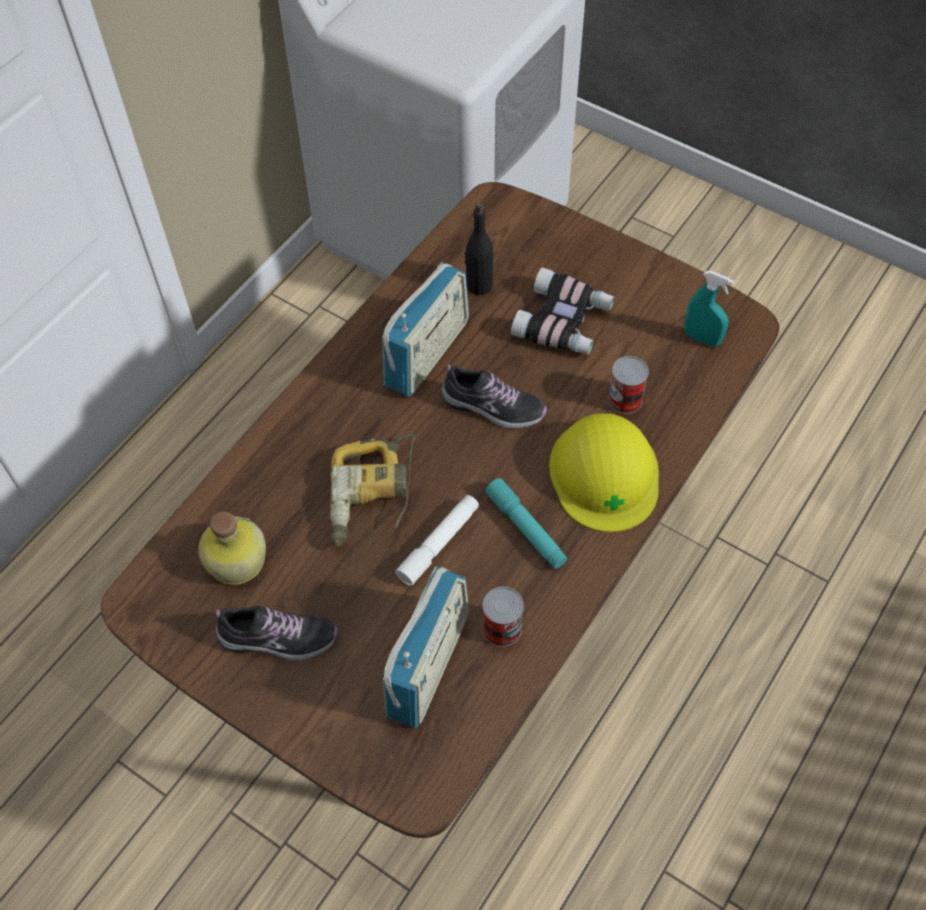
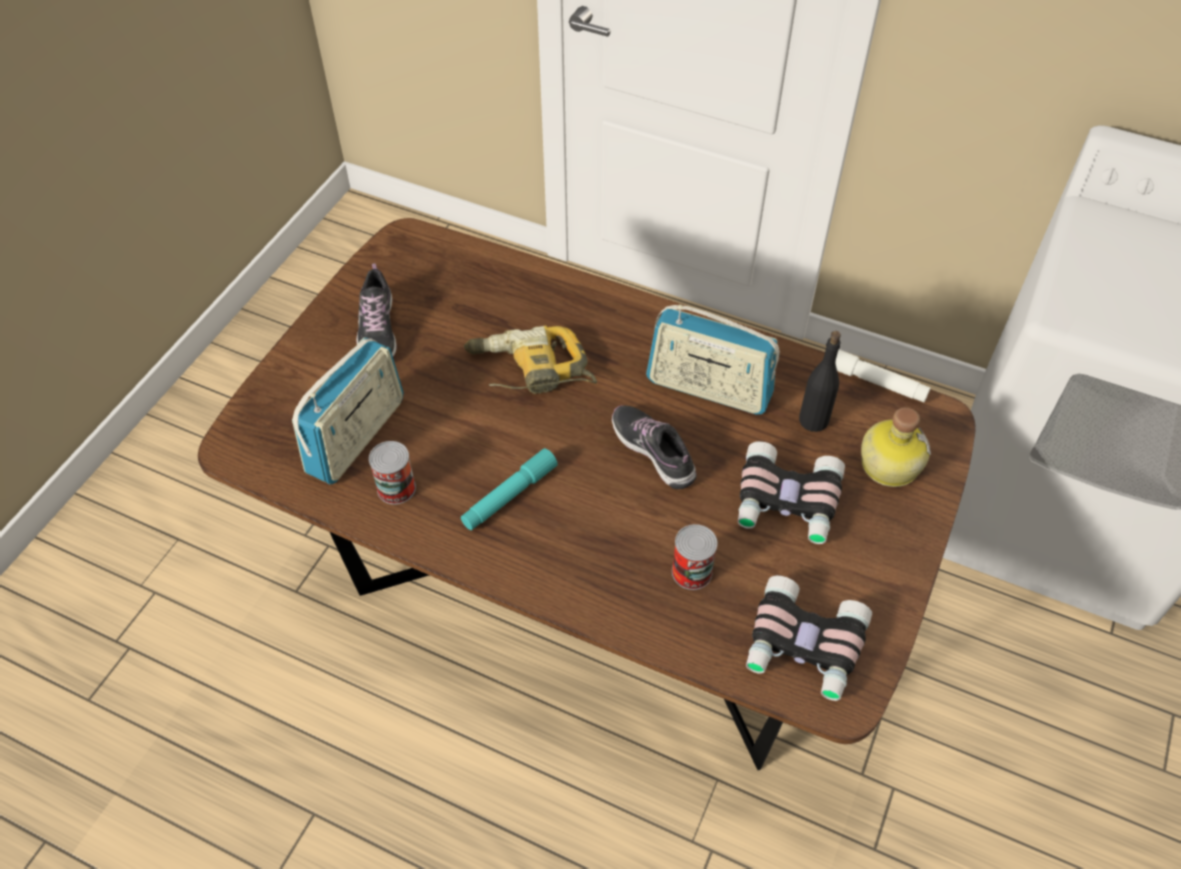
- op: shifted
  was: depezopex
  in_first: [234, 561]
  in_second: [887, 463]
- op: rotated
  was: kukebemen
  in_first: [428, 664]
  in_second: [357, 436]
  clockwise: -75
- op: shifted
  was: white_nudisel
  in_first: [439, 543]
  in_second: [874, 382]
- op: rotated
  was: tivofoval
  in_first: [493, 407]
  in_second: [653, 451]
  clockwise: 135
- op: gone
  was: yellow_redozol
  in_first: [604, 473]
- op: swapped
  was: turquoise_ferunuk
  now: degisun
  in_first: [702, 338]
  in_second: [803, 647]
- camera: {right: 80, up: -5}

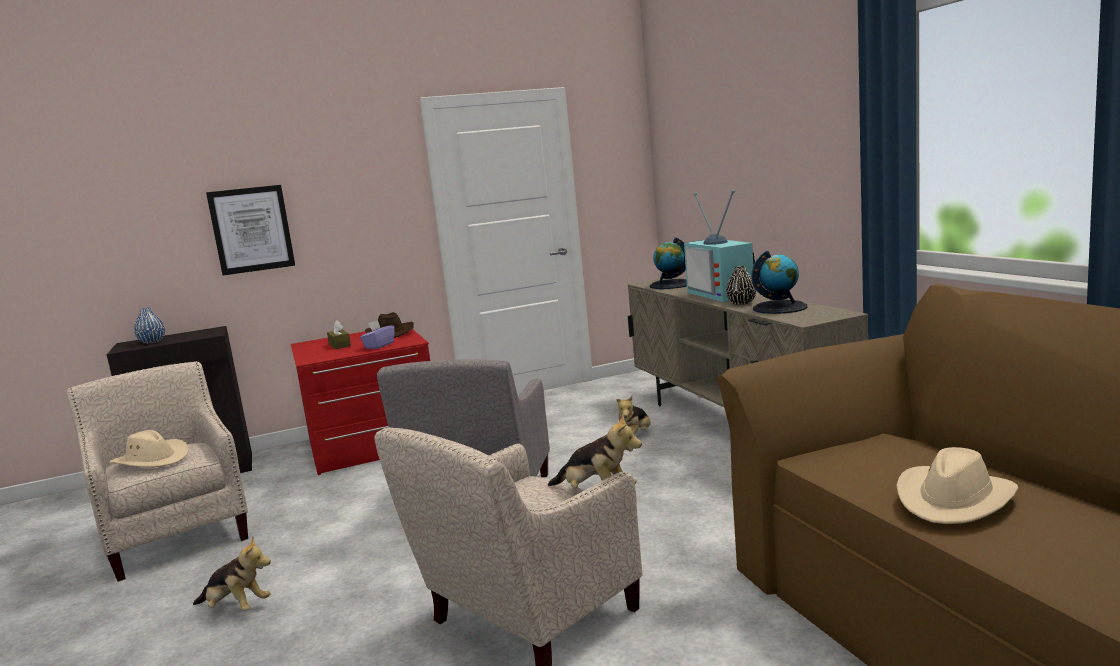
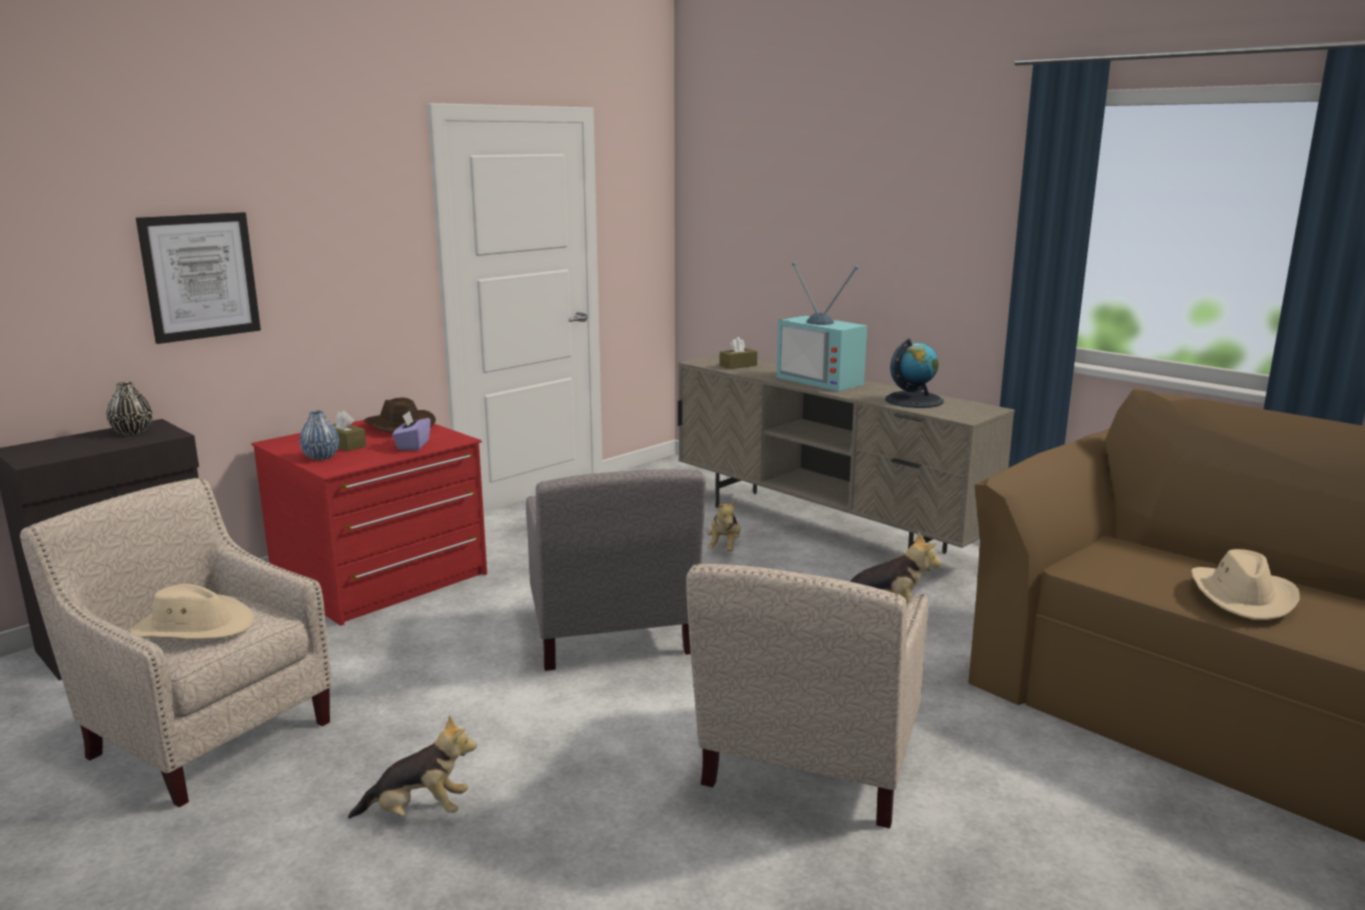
- op: shifted
  was: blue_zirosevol
  in_first: [152, 342]
  in_second: [321, 457]
- op: swapped
  was: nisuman
  now: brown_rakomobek
  in_first: [670, 285]
  in_second: [738, 365]
- op: shifted
  was: black_zirosevol
  in_first: [741, 303]
  in_second: [132, 432]
- camera: {right: -25, up: 5}

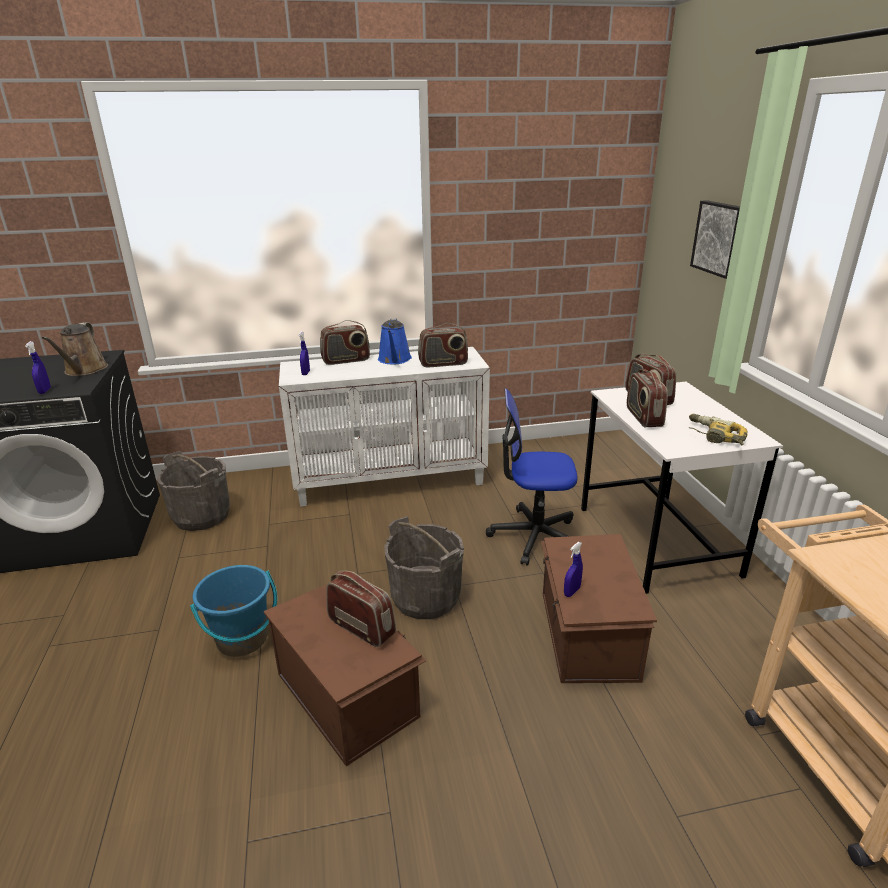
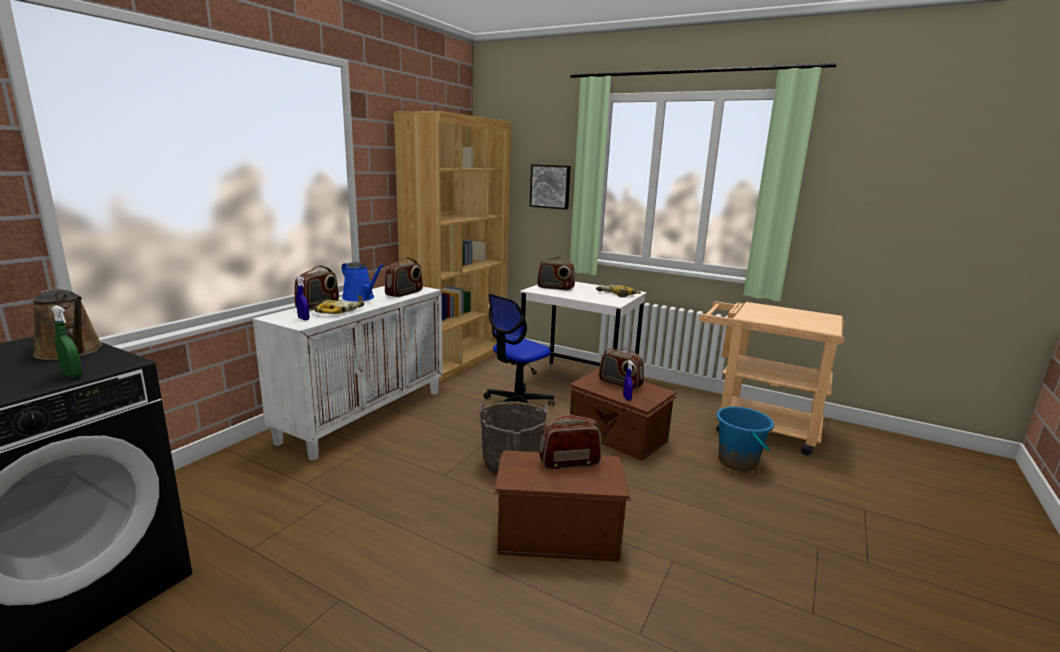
- op: repainted
  was: blue_ferunuk
  now: green_ferunuk
  in_first: [45, 391]
  in_second: [72, 375]
- op: gone
  was: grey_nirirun
  in_first: [202, 516]
- op: shifted
  was: blue_nirirun
  in_first: [242, 639]
  in_second: [738, 462]
- op: shifted
  was: kukebemen
  in_first: [643, 417]
  in_second: [620, 383]
- op: new
  now: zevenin
  in_second: [337, 311]
- op: new
  now: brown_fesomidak
  in_second: [457, 359]
- camera: {right: -50, up: -10}

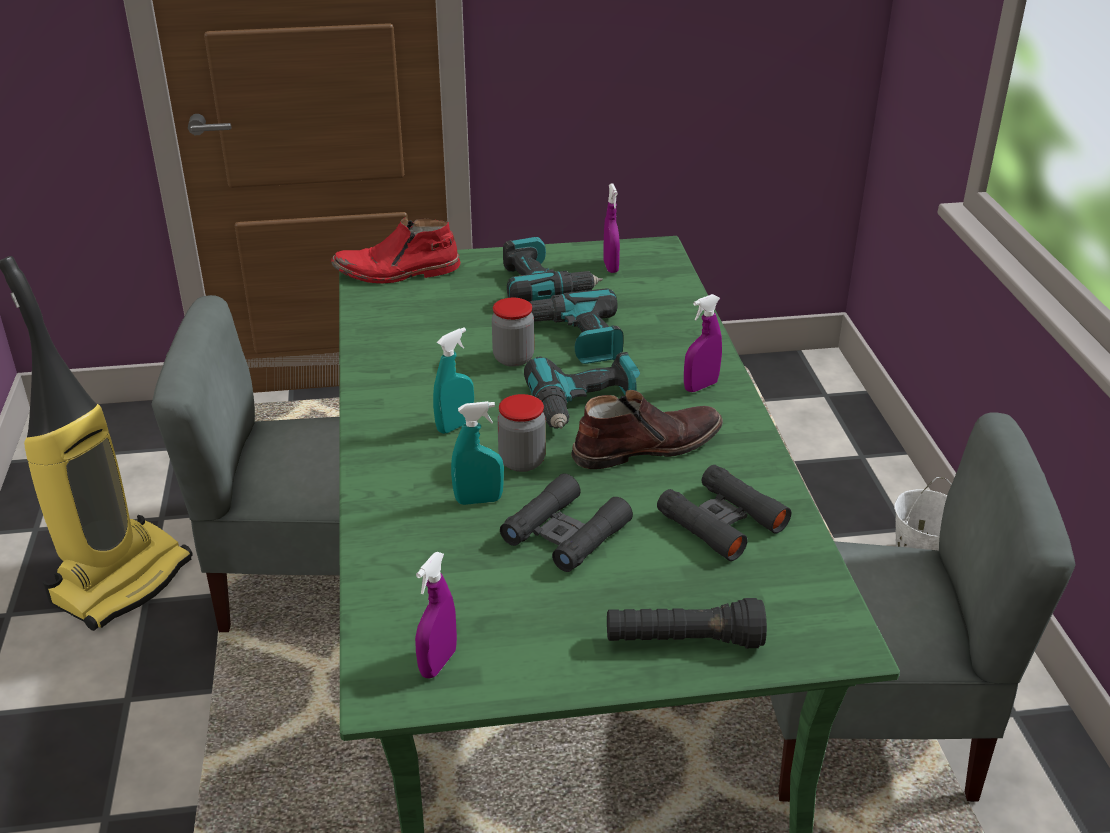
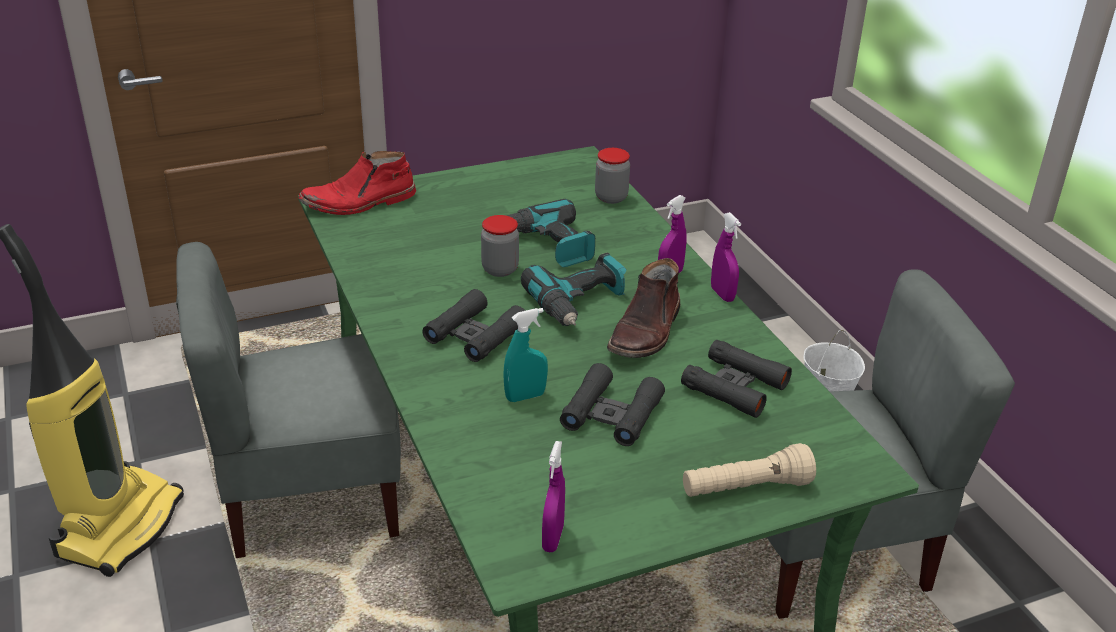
- op: swapped
  was: turquoise_ferunuk
  now: black_degisun
  in_first: [455, 426]
  in_second: [475, 334]
- op: shifted
  was: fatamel
  in_first: [522, 461]
  in_second: [611, 197]
- op: gone
  was: zevenin
  in_first: [544, 285]
- op: rotated
  was: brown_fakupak
  in_first: [646, 446]
  in_second: [646, 332]
  clockwise: 150
- op: shifted
  was: purple_ferunuk
  in_first: [610, 267]
  in_second: [722, 294]
- op: repainted
  was: black_nudisel
  now: beige_nudisel
  in_first: [683, 642]
  in_second: [745, 489]
- camera: {right: -15, up: 0}

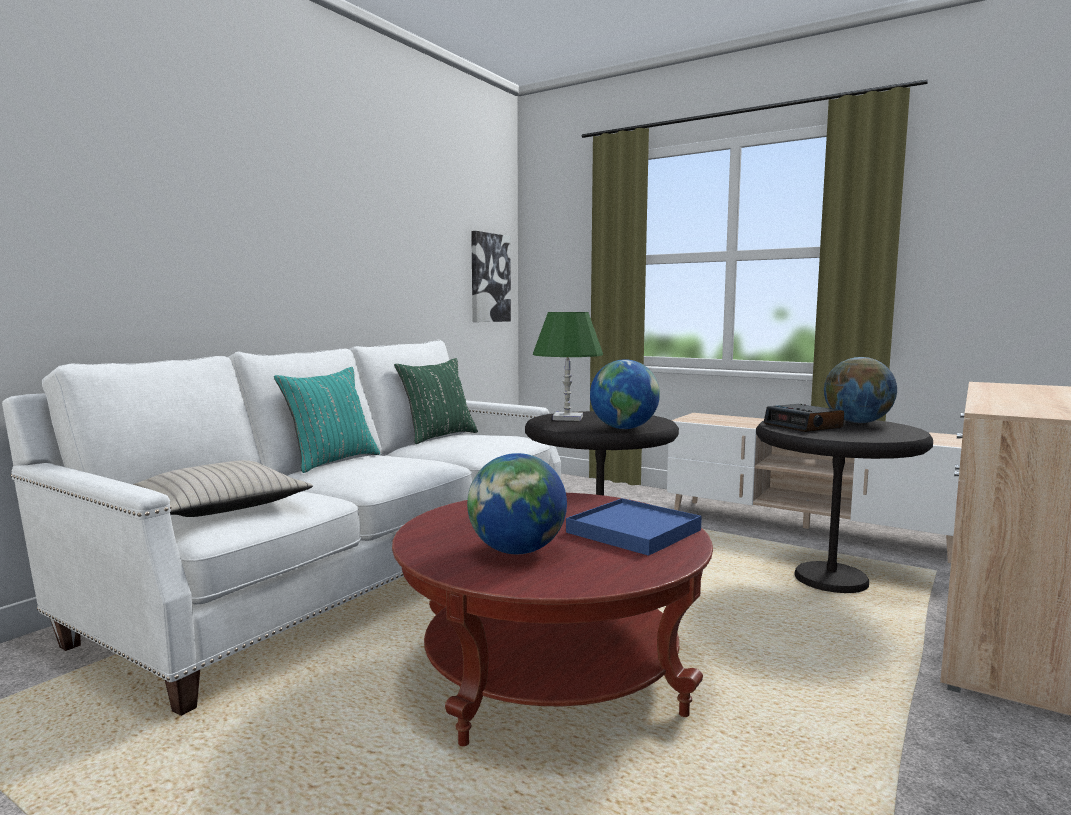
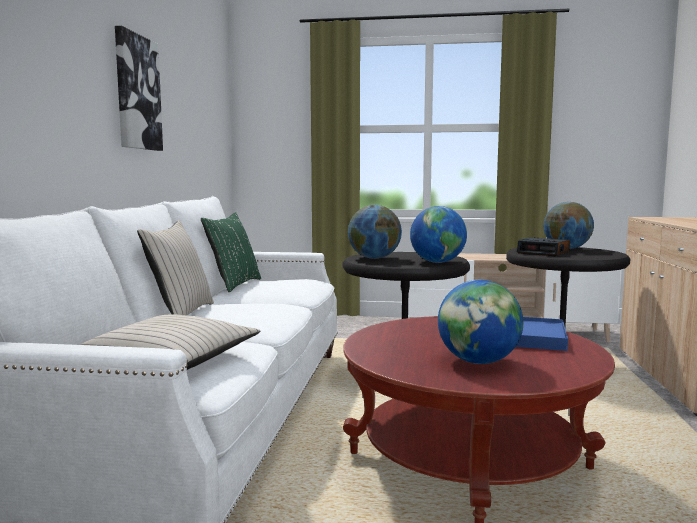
- op: repainted
  was: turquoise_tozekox
  now: beige_tozekox
  in_first: [331, 461]
  in_second: [180, 314]
- op: shifted
  was: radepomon
  in_first: [489, 278]
  in_second: [137, 93]
- op: swapped
  was: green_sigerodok
  now: nisuman
  in_first: [567, 418]
  in_second: [374, 258]
- camera: {right: -25, up: 0}

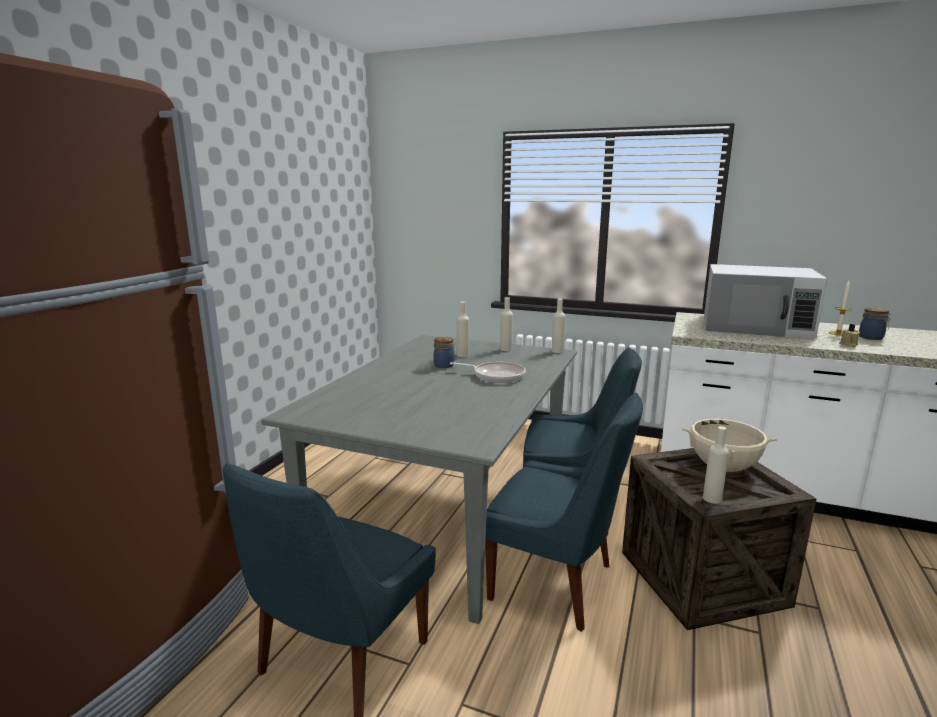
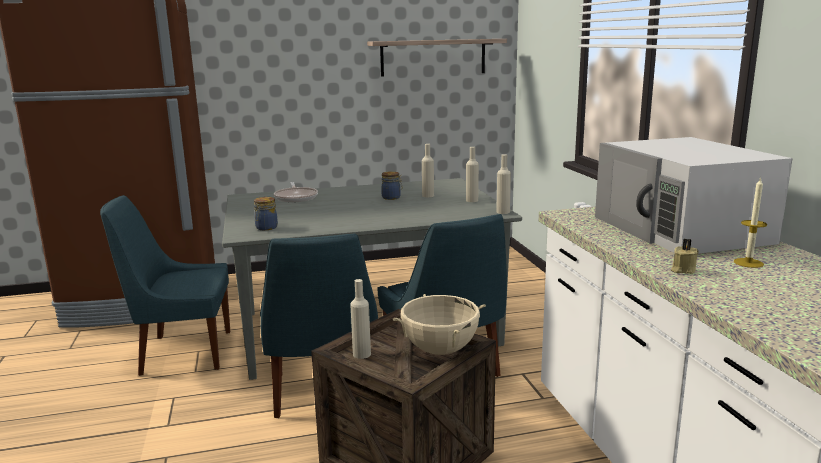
- op: shifted
  was: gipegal
  in_first: [496, 376]
  in_second: [296, 197]
- op: shifted
  was: fatamel
  in_first: [872, 338]
  in_second: [266, 228]
- op: new
  now: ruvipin
  in_second: [433, 57]
- camera: {right: 55, up: 0}

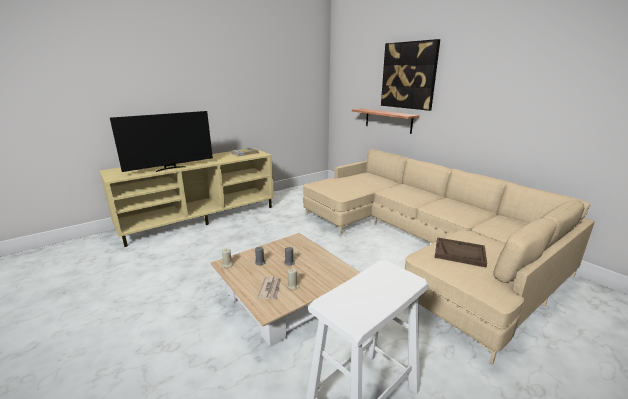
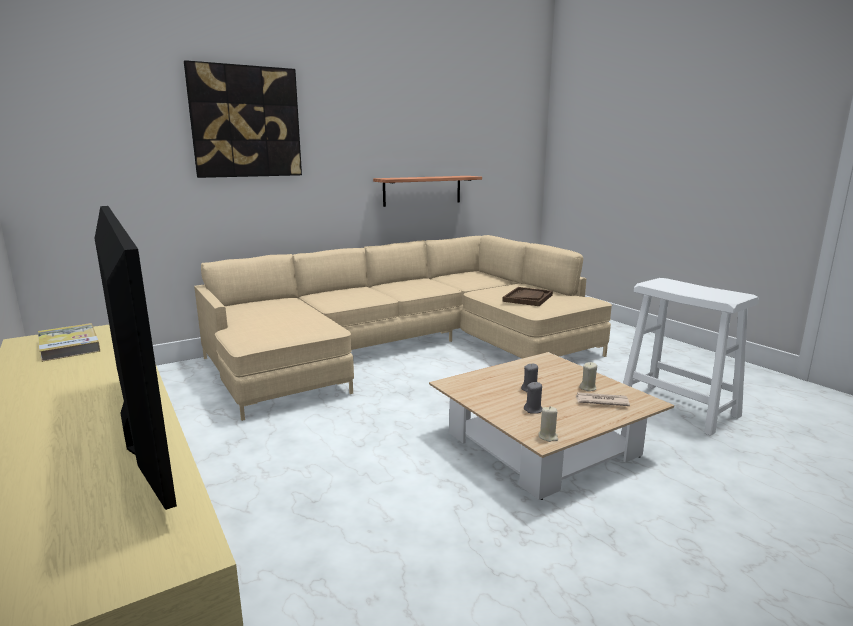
- op: shifted
  was: ruvipin
  in_first: [388, 120]
  in_second: [422, 190]
- camera: {right: -85, up: -5}

